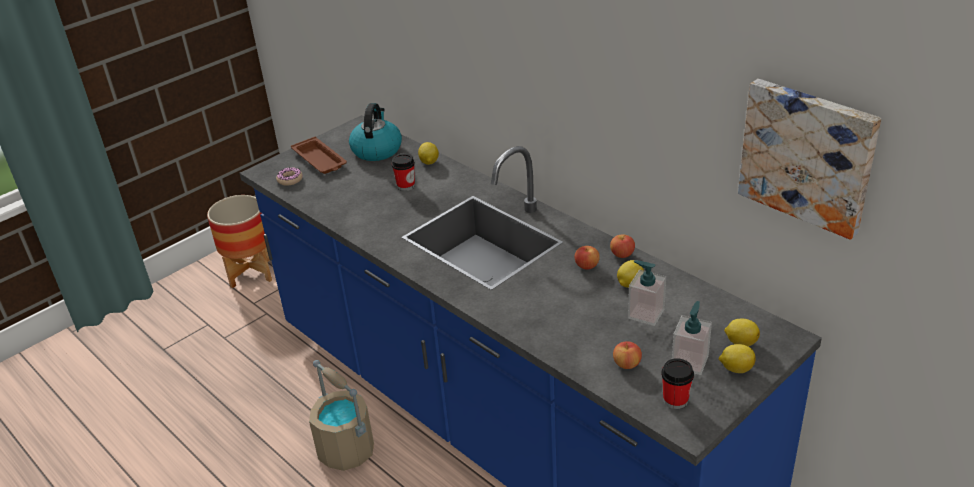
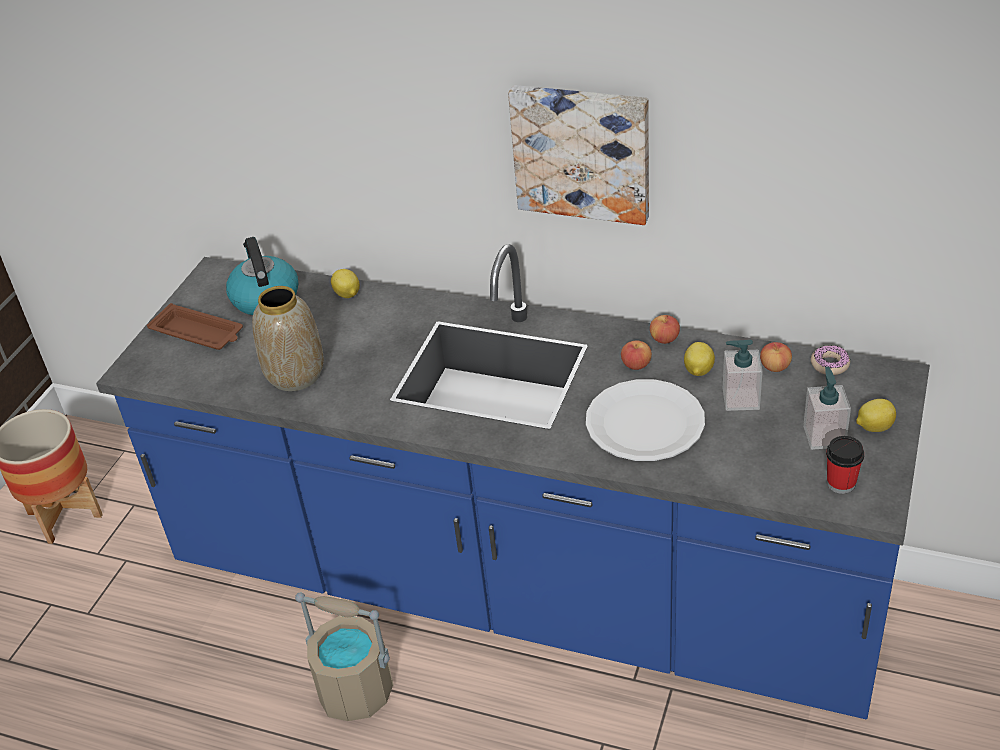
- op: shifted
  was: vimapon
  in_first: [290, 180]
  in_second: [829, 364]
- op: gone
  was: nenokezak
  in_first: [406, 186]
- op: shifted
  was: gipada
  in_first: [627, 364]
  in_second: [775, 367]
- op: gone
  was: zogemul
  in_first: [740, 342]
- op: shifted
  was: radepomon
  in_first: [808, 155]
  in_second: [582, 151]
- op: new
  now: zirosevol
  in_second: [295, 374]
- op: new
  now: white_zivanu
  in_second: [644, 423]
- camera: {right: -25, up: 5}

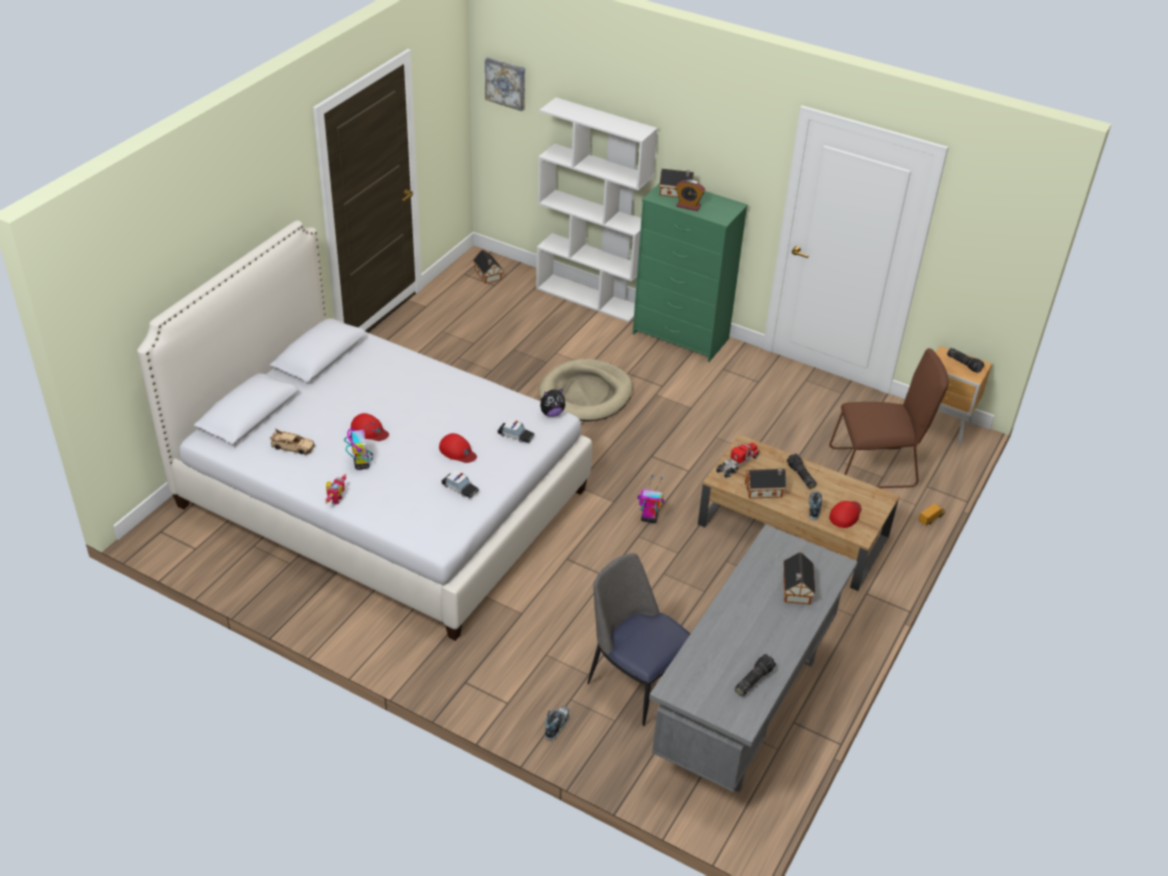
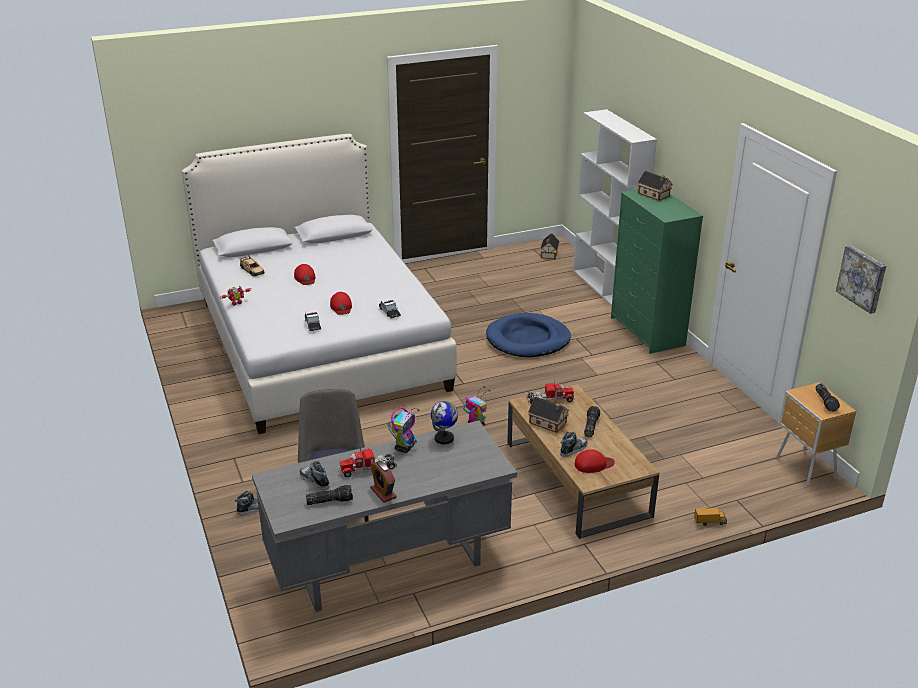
- op: shifted
  was: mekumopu
  in_first: [361, 464]
  in_second: [405, 447]
- op: shifted
  was: radepomon
  in_first: [506, 83]
  in_second: [862, 278]
- op: repainted
  was: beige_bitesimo
  now: blue_bitesimo
  in_first: [586, 394]
  in_second: [528, 339]
- op: gone
  was: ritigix
  in_first: [552, 413]
- op: shifted
  was: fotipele
  in_first: [688, 206]
  in_second: [383, 493]
- op: gone
  was: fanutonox
  in_first: [796, 590]
- op: gone
  was: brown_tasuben
  in_first: [876, 468]
- op: new
  now: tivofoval
  in_second: [314, 480]
- op: new
  now: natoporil
  in_second: [368, 468]
- op: new
  now: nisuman
  in_second: [444, 438]
- camera: {right: 40, up: -10}

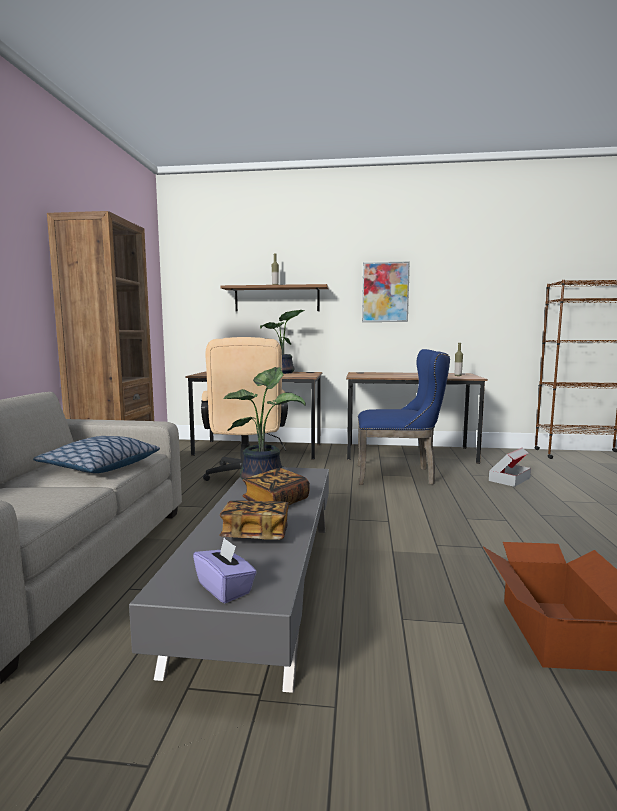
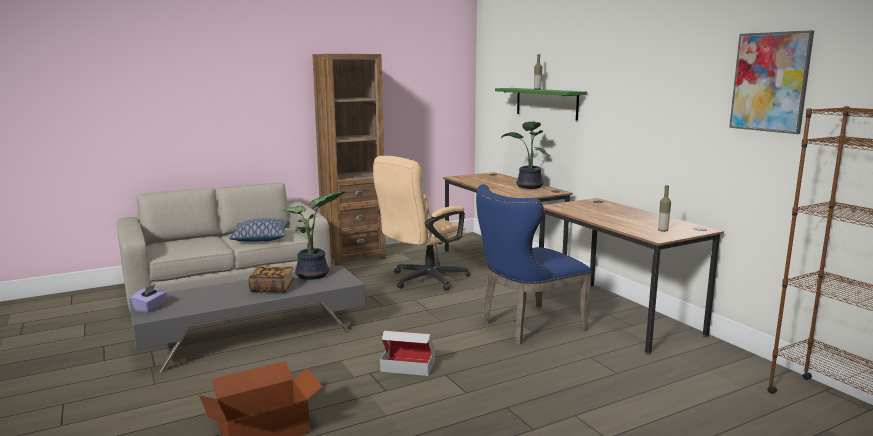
- op: gone
  was: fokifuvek
  in_first: [255, 535]
- op: repainted
  was: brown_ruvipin
  now: green_ruvipin
  in_first: [277, 299]
  in_second: [546, 103]
- op: rotated
  was: blue_tasuben
  in_first: [399, 475]
  in_second: [526, 326]
  clockwise: 90
- op: shifted
  was: radepomon
  in_first: [385, 292]
  in_second: [770, 82]
- op: shifted
  was: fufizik
  in_first: [509, 479]
  in_second: [408, 366]
- camera: {right: 55, up: 5}

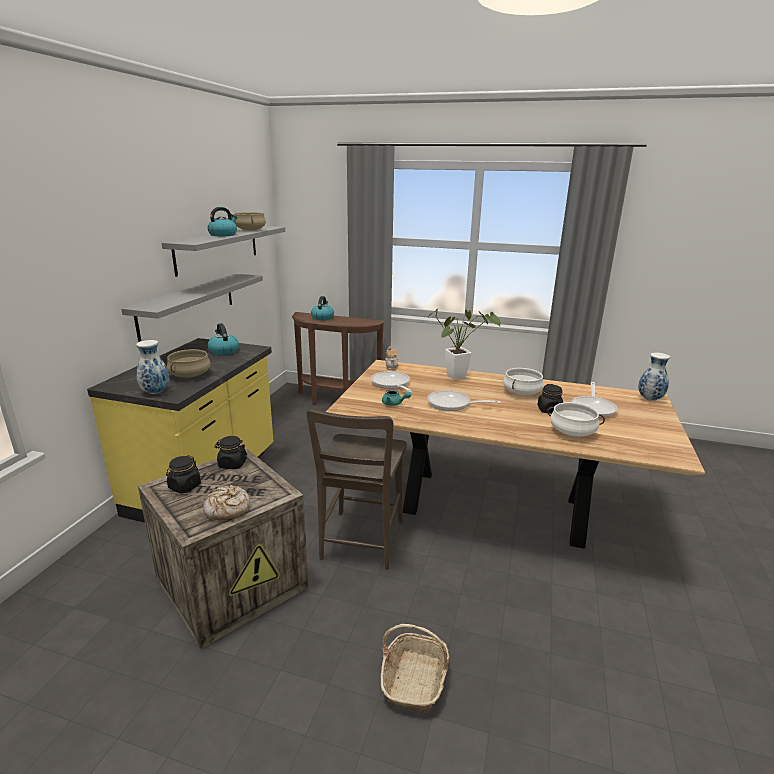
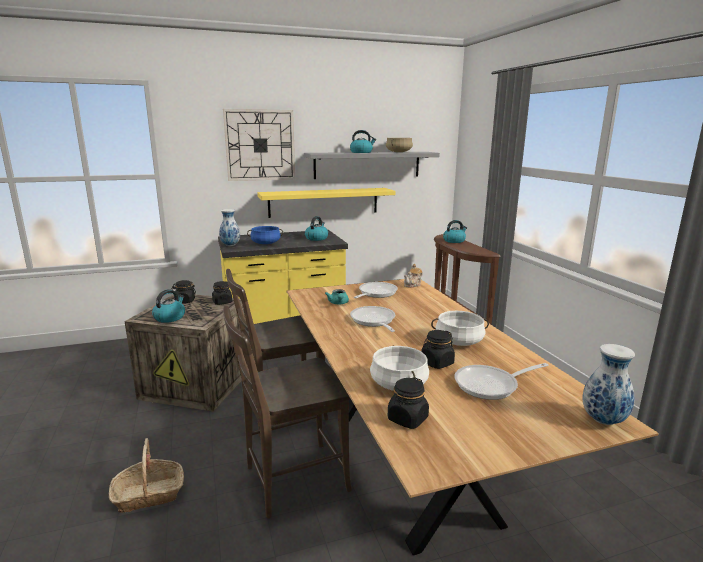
- op: repainted
  was: grey_ruvipin
  now: yellow_ruvipin
  in_first: [188, 304]
  in_second: [324, 202]
- op: repainted
  was: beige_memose
  now: blue_memose
  in_first: [190, 375]
  in_second: [265, 243]
- op: swapped
  was: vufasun
  now: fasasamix
  in_first: [227, 509]
  in_second: [170, 317]
- op: gone
  was: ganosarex
  in_first: [460, 376]
- op: new
  now: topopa
  in_second: [260, 145]
- op: new
  now: brown_tasuben
  in_second: [291, 480]
- op: new
  now: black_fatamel
  in_second: [407, 419]
- camera: {right: 55, up: -5}

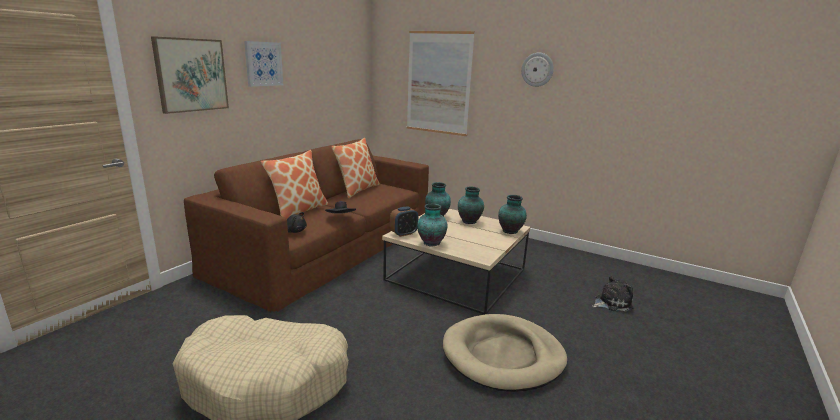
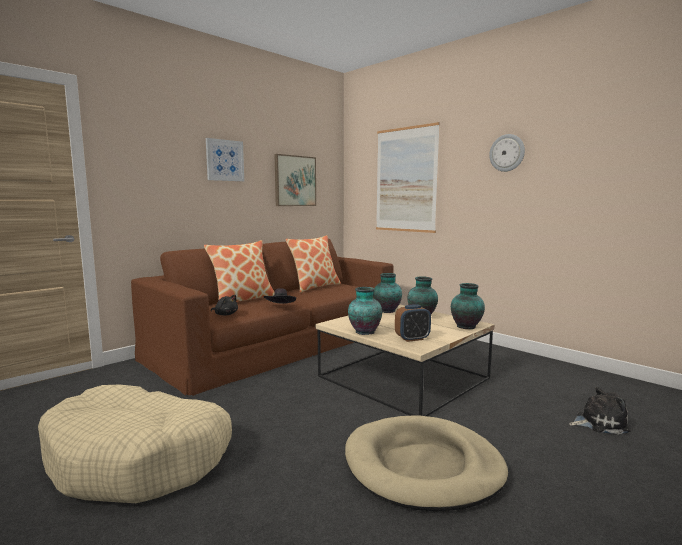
- op: shifted
  was: radepomon
  in_first: [191, 75]
  in_second: [295, 181]
- op: shifted
  was: fotipele
  in_first: [403, 233]
  in_second: [412, 339]
- camera: {right: 15, up: -10}

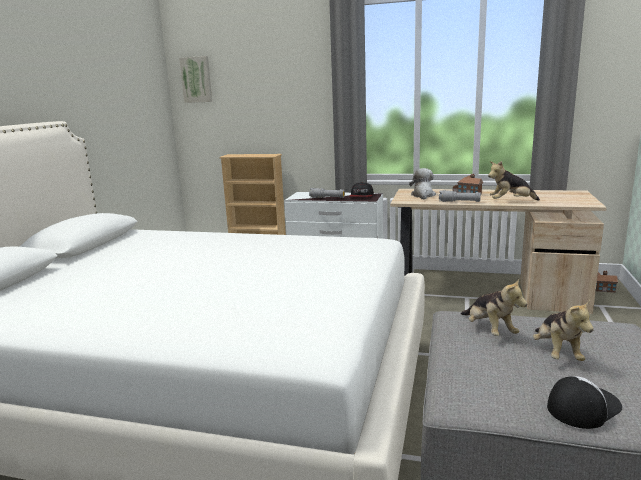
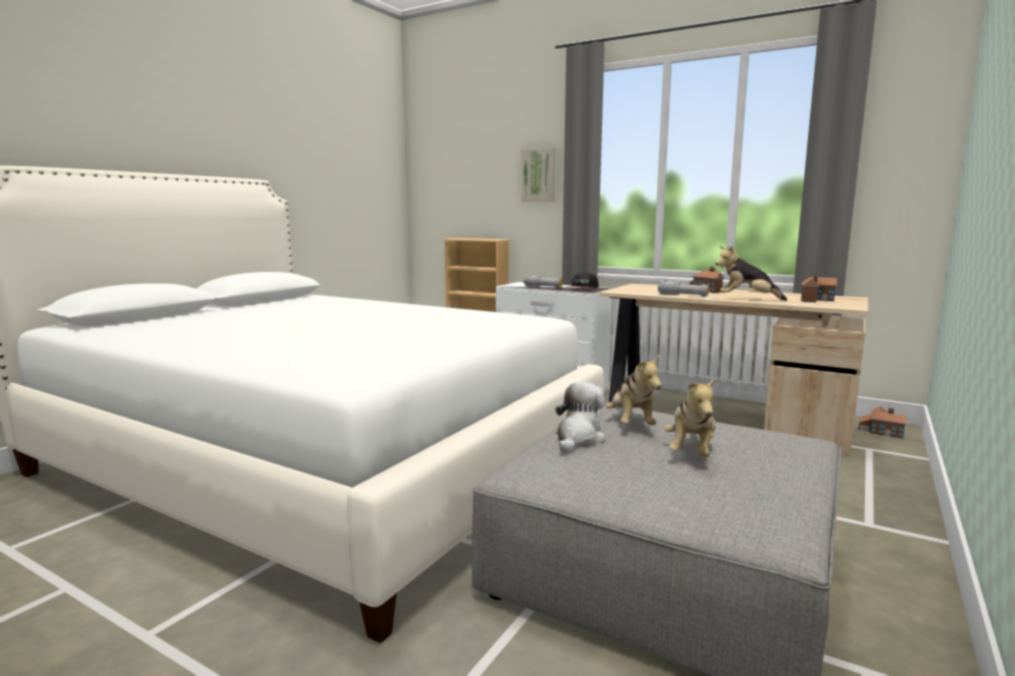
- op: shifted
  was: radepomon
  in_first: [196, 79]
  in_second: [539, 175]
- op: shifted
  was: ritigix
  in_first: [423, 195]
  in_second: [578, 439]
- op: gone
  was: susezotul
  in_first: [582, 407]
- op: new
  now: fanutonox
  in_second: [816, 299]
- camera: {right: 15, up: -5}

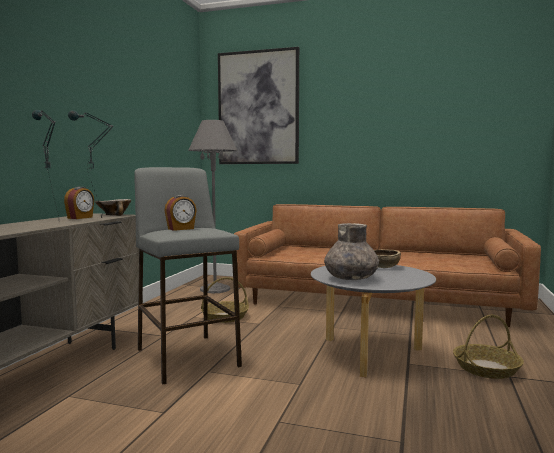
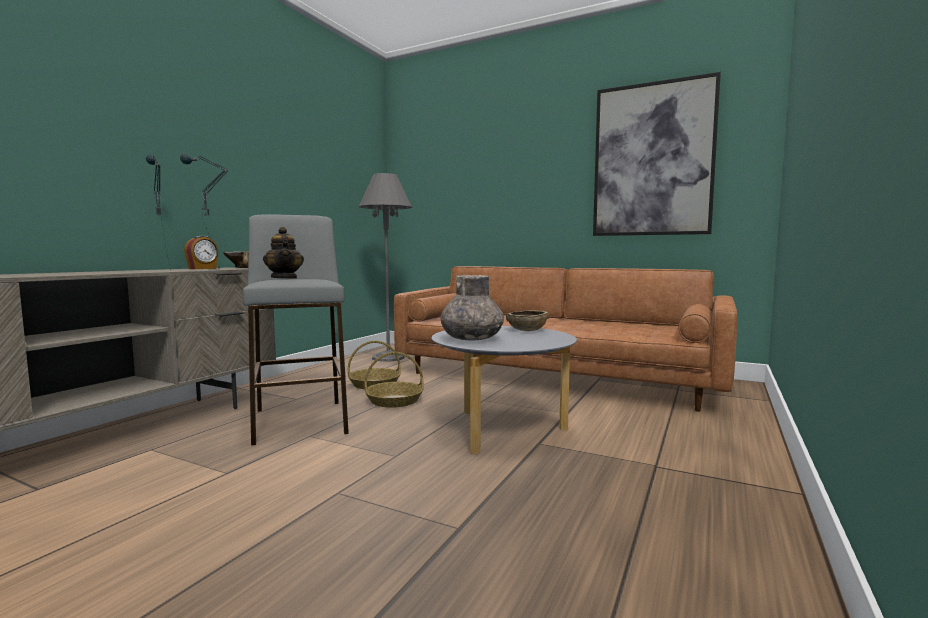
- op: swapped
  was: fotipele
  now: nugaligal
  in_first: [181, 229]
  in_second: [284, 278]
- op: shifted
  was: radepomon
  in_first: [258, 108]
  in_second: [652, 160]
- op: shifted
  was: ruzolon
  in_first: [486, 368]
  in_second: [394, 401]
- camera: {right: 10, up: 0}

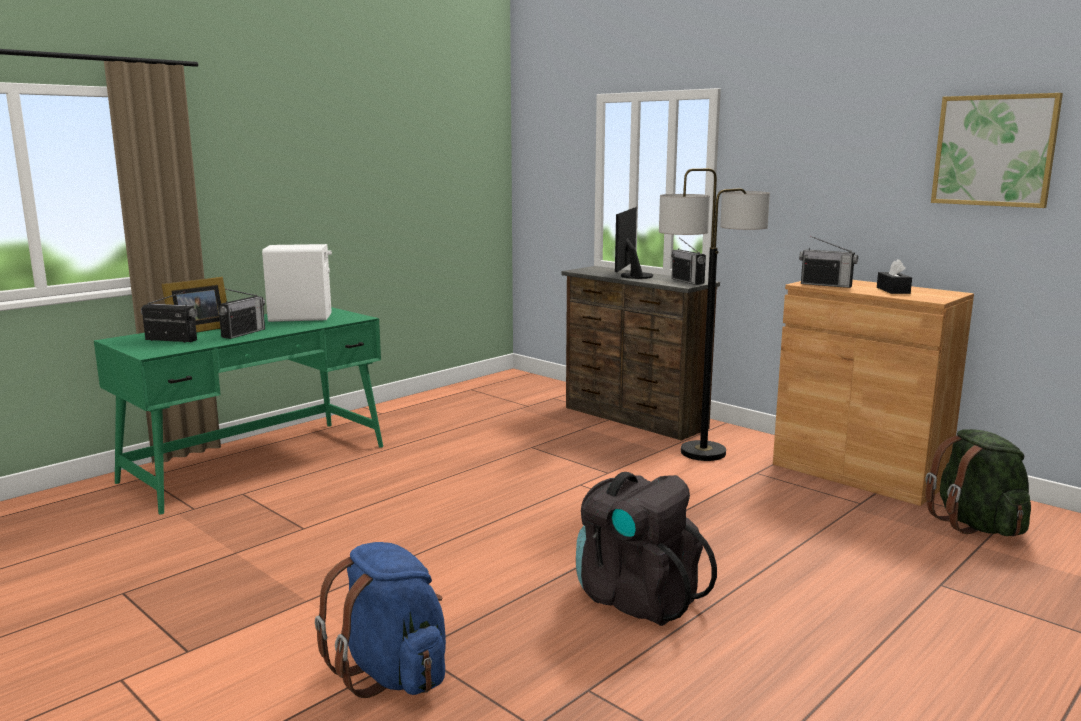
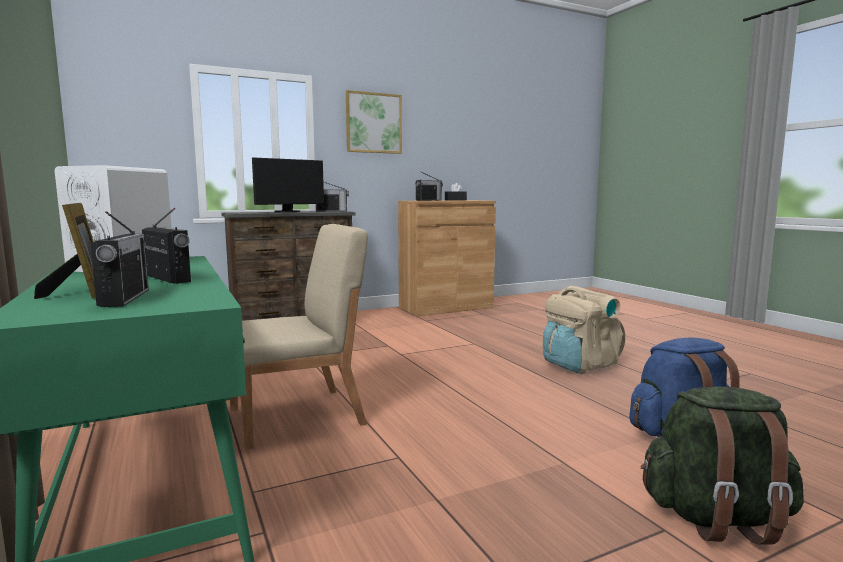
- op: rotated
  was: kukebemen
  in_first: [171, 340]
  in_second: [125, 298]
  clockwise: 135
- op: repainted
  was: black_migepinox
  now: beige_migepinox
  in_first: [636, 598]
  in_second: [579, 365]
- op: rotated
  was: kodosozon
  in_first: [633, 276]
  in_second: [288, 212]
  clockwise: -75
- op: gone
  was: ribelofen
  in_first: [703, 452]
- op: shifted
  was: green_migepinox
  in_first: [976, 525]
  in_second: [717, 518]
- op: shifted
  was: radepomon
  in_first: [994, 150]
  in_second: [373, 123]
- op: new
  now: beige_tasuben
  in_second: [298, 416]
- camera: {right: -70, up: -5}

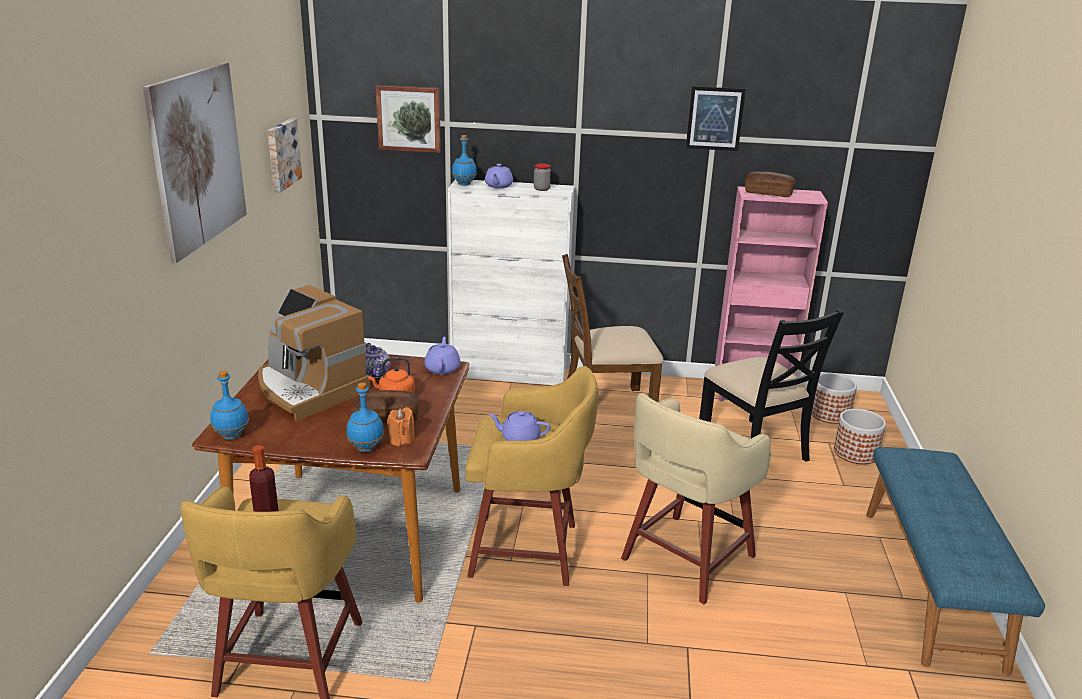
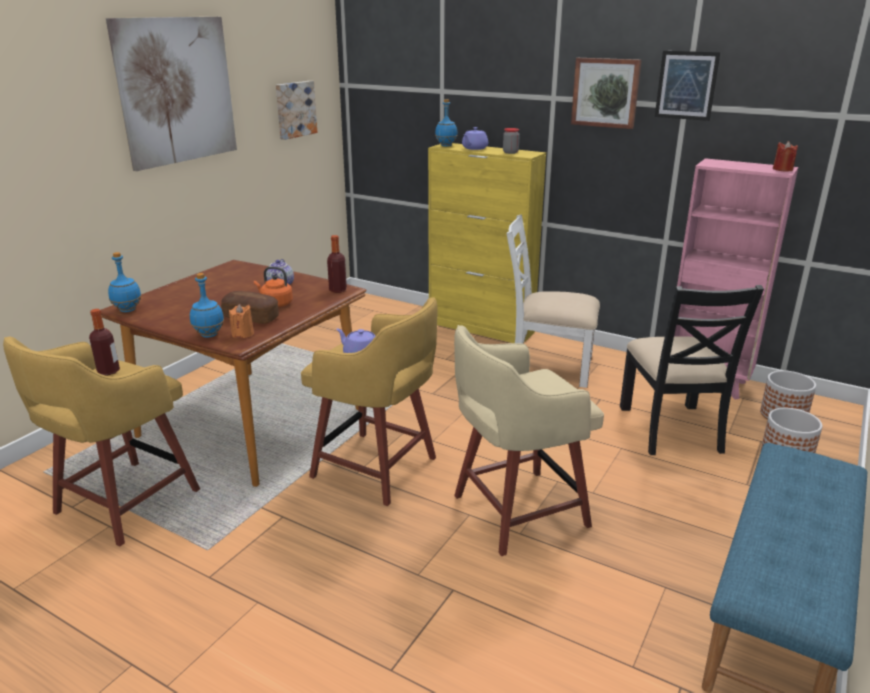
- op: gone
  was: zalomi
  in_first: [308, 389]
- op: shifted
  was: radepomon
  in_first: [409, 118]
  in_second: [605, 92]
- op: swapped
  was: purple_nugaligal
  now: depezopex
  in_first: [442, 368]
  in_second: [338, 290]
- op: repainted
  was: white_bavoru
  now: yellow_bavoru
  in_first: [509, 373]
  in_second: [481, 328]
- op: repainted
  was: brown_tasuben
  now: white_tasuben
  in_first: [606, 405]
  in_second: [548, 367]
- op: gone
  was: vufasun
  in_first: [768, 193]
- op: new
  now: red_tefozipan
  in_second: [782, 169]
- camera: {right: 25, up: 0}

